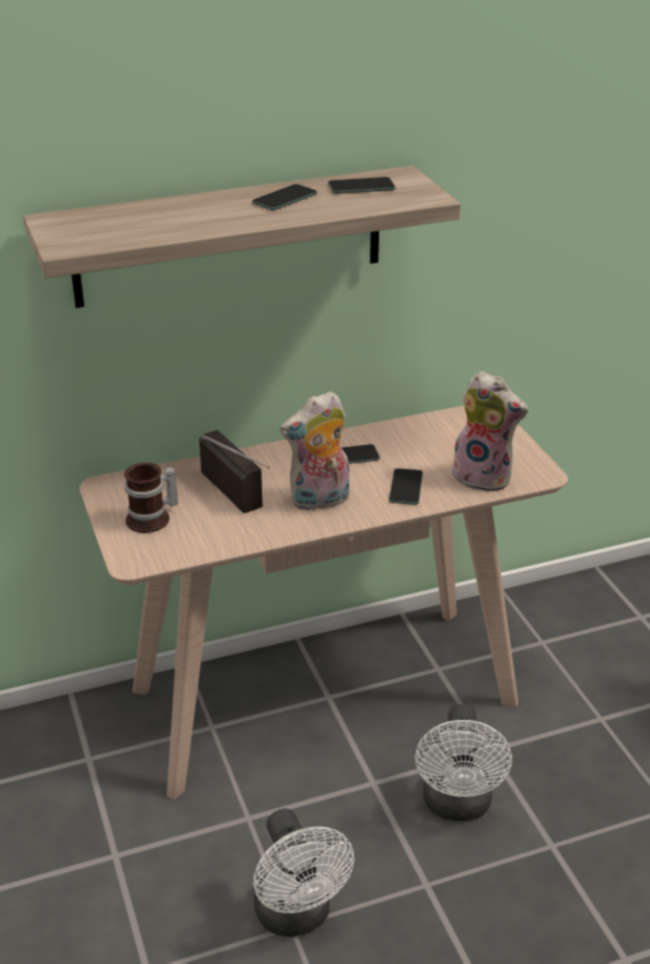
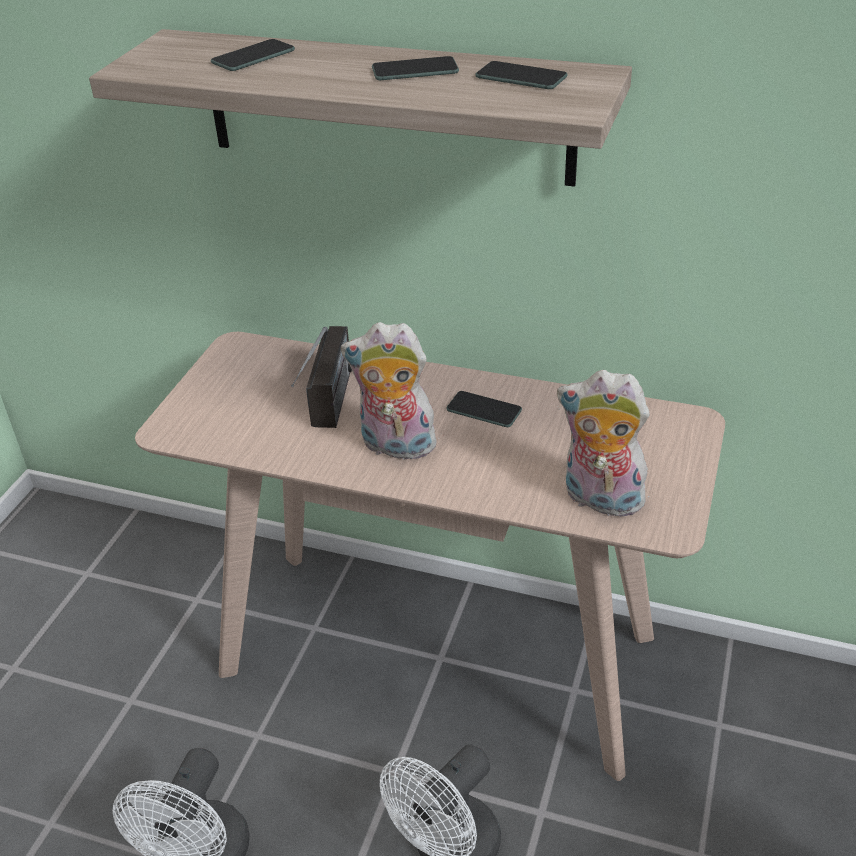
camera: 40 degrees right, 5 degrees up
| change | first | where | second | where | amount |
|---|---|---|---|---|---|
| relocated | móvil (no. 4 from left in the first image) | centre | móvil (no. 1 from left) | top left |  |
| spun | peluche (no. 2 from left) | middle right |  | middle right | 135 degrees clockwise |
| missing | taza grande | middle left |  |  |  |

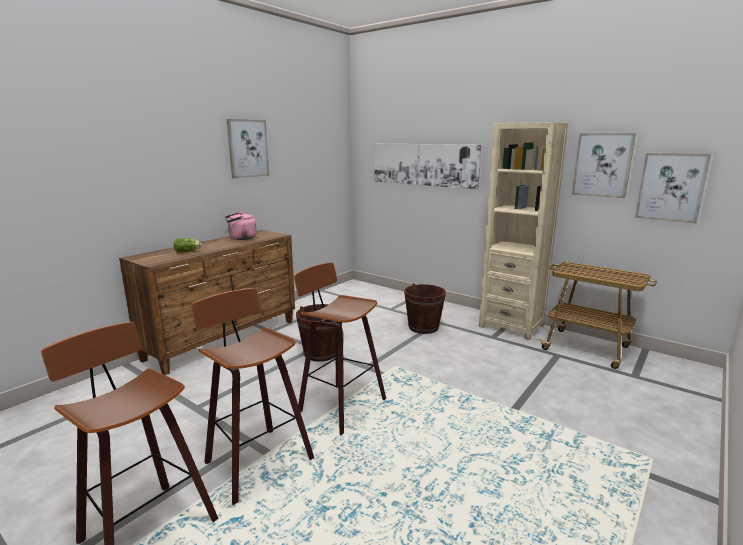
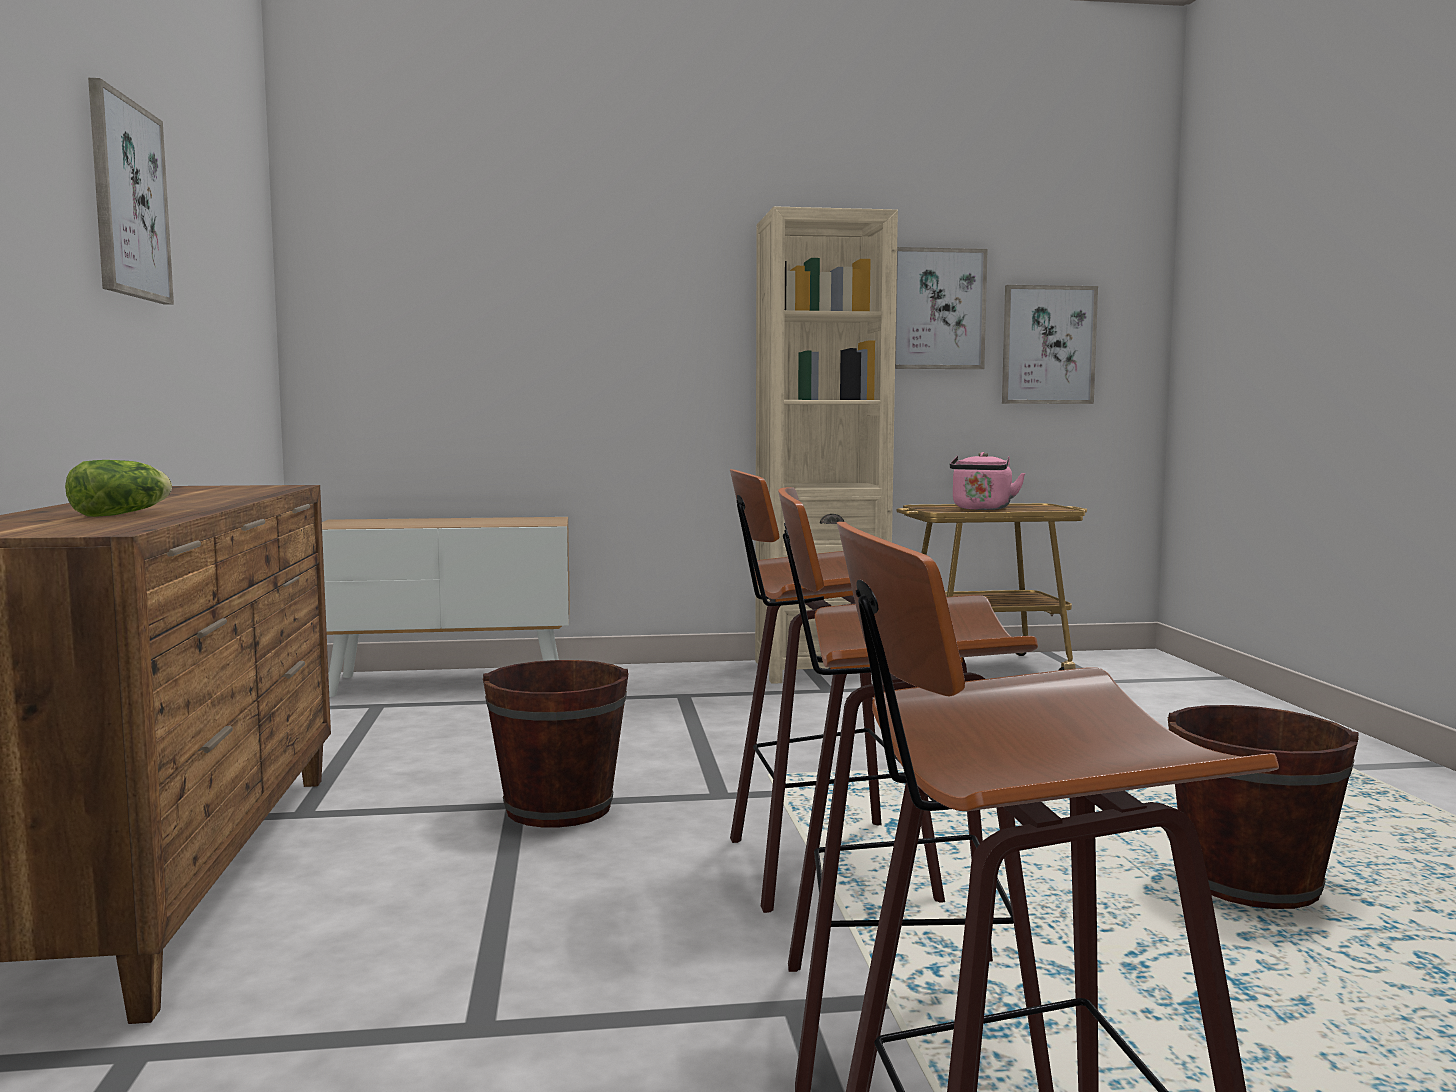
camera: 45 degrees left, 10 degrees down
| change | first | where | second | where | amount |
|---|---|---|---|---|---|
| appeared |  |  | armario | middle left |  |
| relocated | hervidor [rosa] | middle left |  | middle right |  |
| relocated | cubo [marrón] (no. 2 from left) | centre |  | bottom right |  |
| missing | cuadro (no. 2 from left) | top centre |  |  |  |

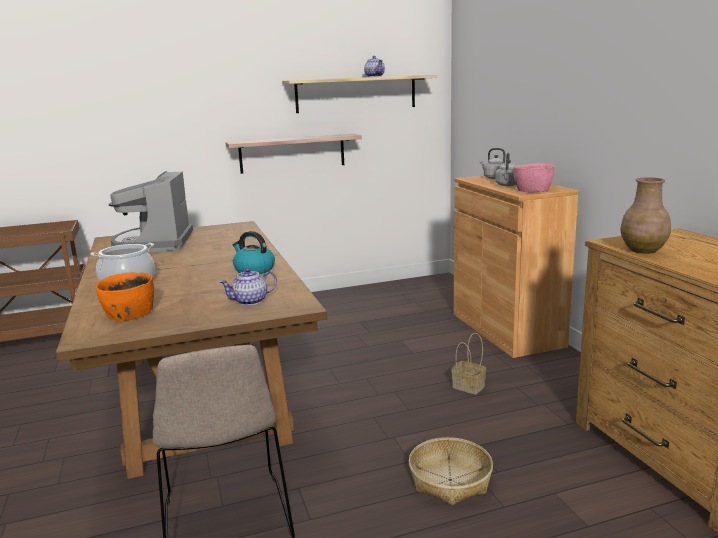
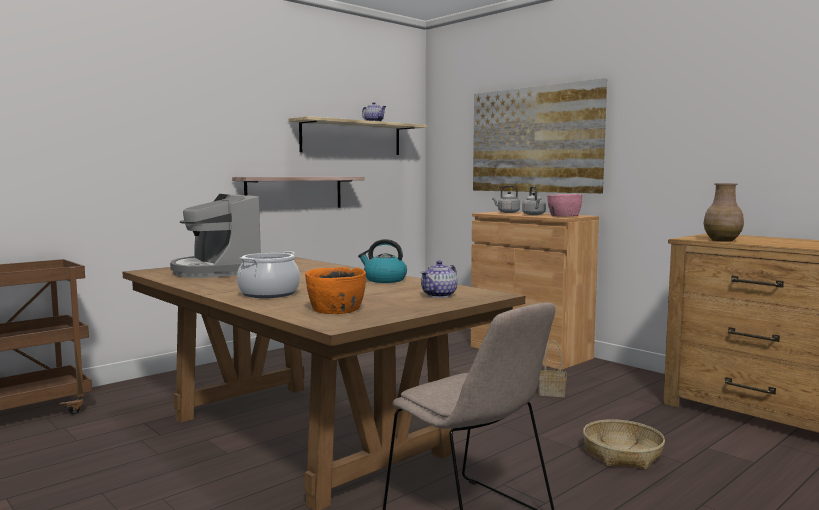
camera: 25 degrees left, 10 degrees down
| change | first | where | second | where | amount |
|---|---|---|---|---|---|
| appeared |  |  | cuadro | top centre |  |

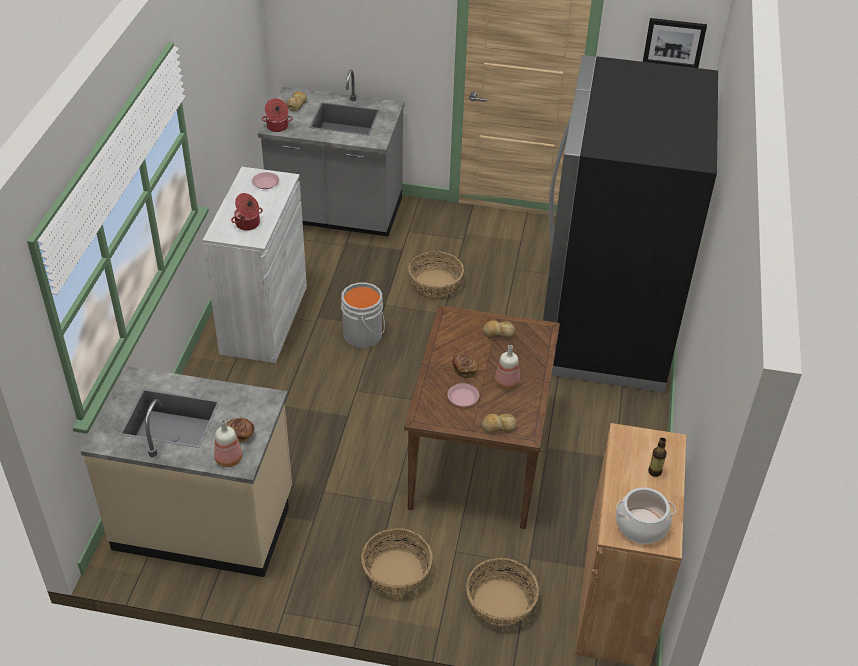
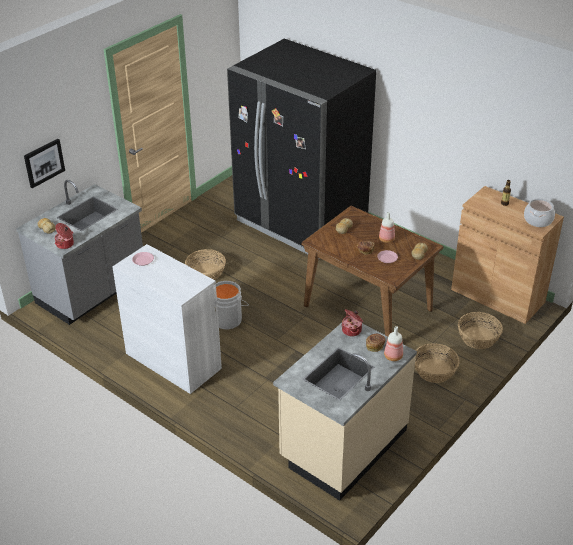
camera: 60 degrees left, 5 degrees down
| change | first | where | second | where | amount |
|---|---|---|---|---|---|
| relocated | cuadro | top right |  | top left |  |
| relocated | olla (no. 1 from left in the first image) | top left | olla (no. 2 from left) | centre |  |

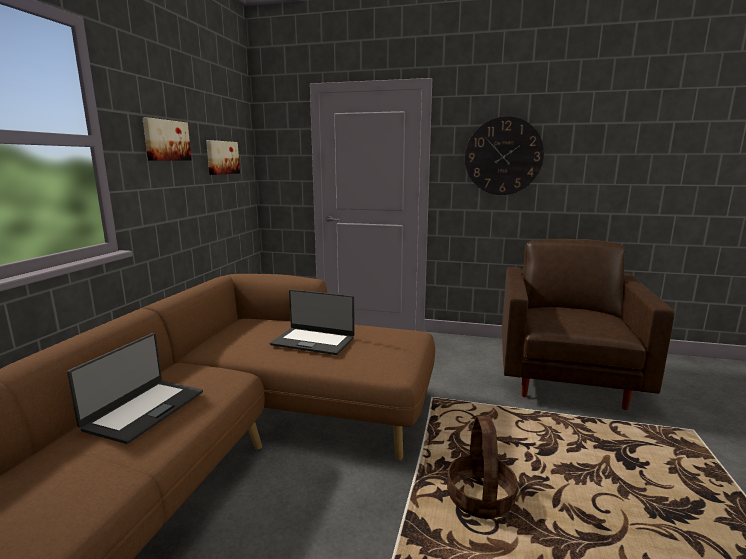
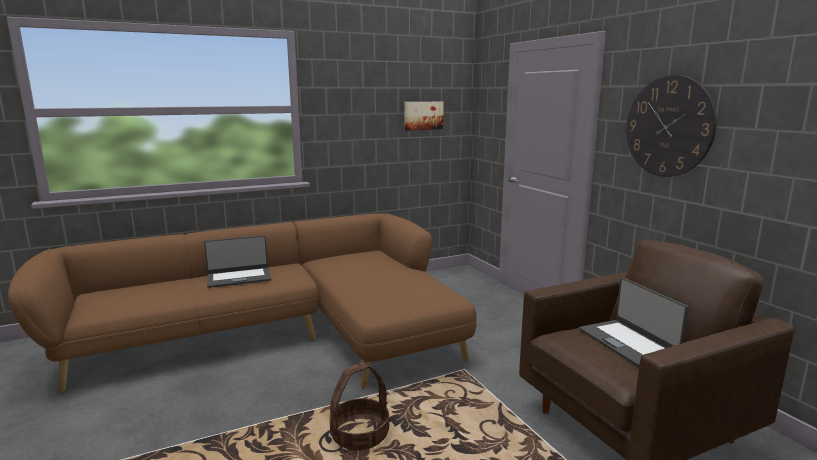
camera: 50 degrees right, 0 degrees up
| change | first | where | second | where | amount |
|---|---|---|---|---|---|
| relocated | portátil (no. 2 from left) | centre |  | bottom right |  |
| missing | cuadro (no. 1 from left) | top left |  |  |  |

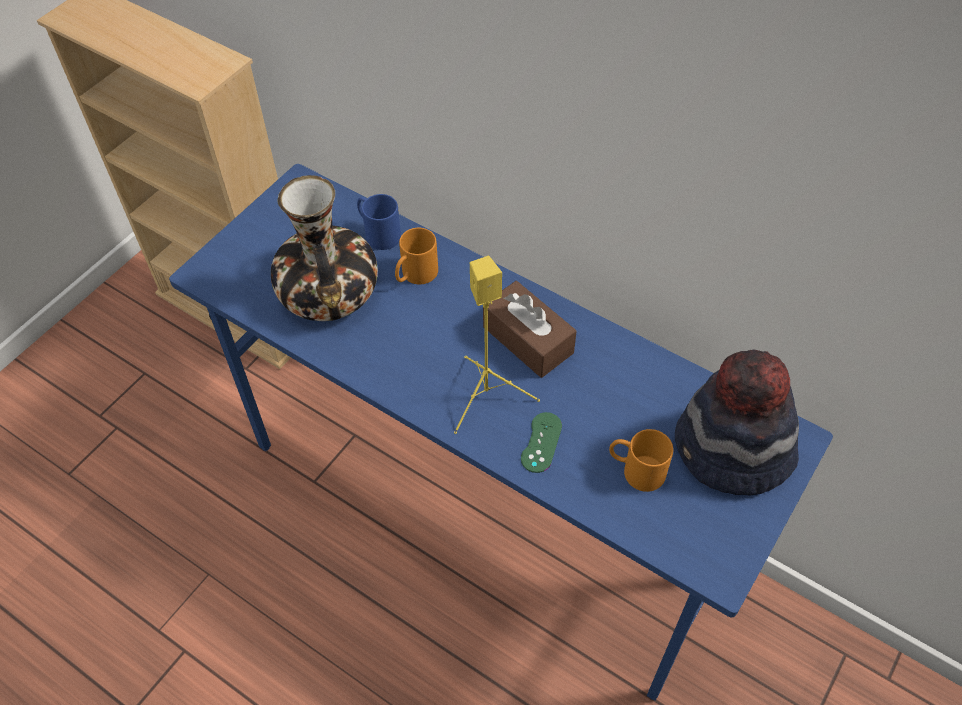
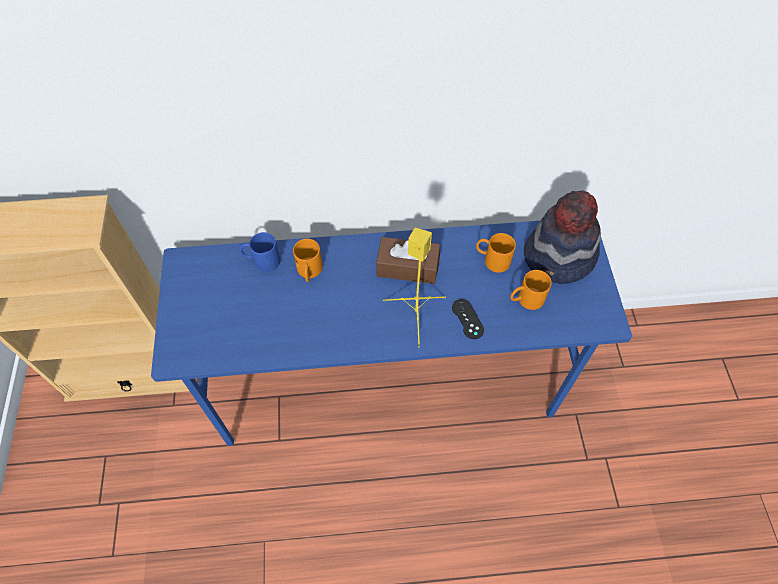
camera: 40 degrees left, 5 degrees up
| change | first | where | second | where | amount |
|---|---|---|---|---|---|
| colour | mando de consola [verde] | centre | mando de consola [negro] | centre |  |
| appeared |  |  | taza grande [naranja] (no. 2 from left) | centre |  |
| missing | florero | centre |  |  |  |

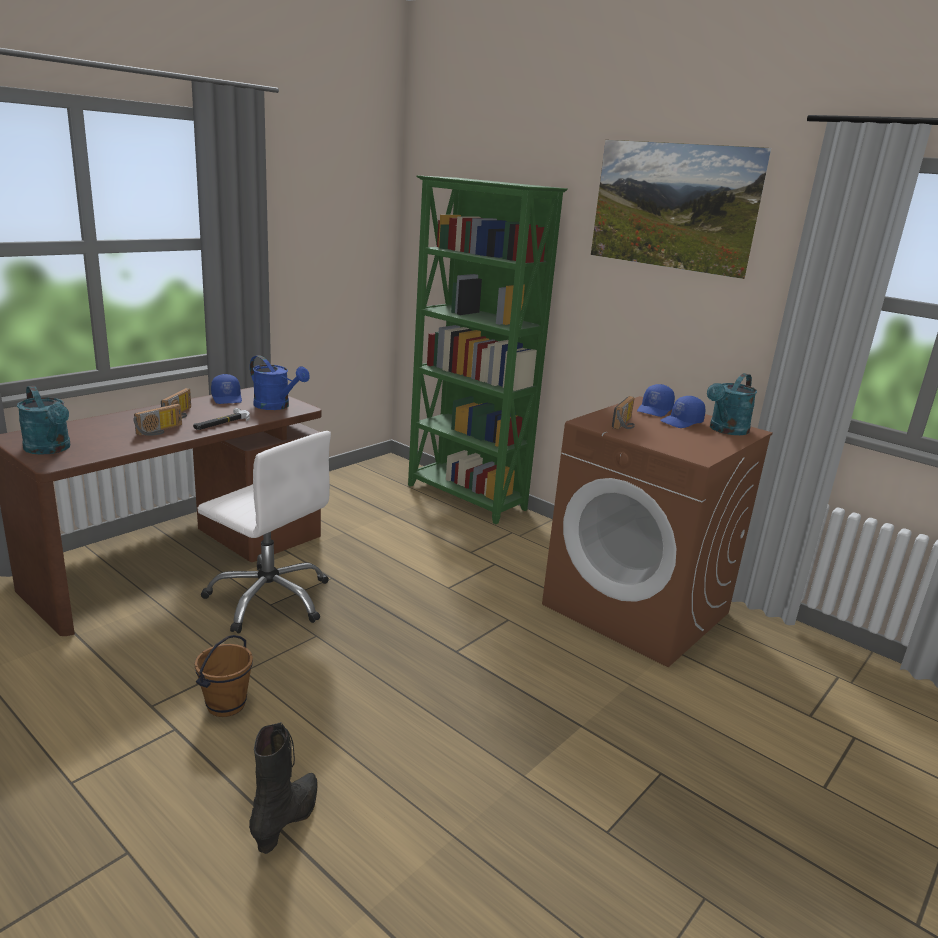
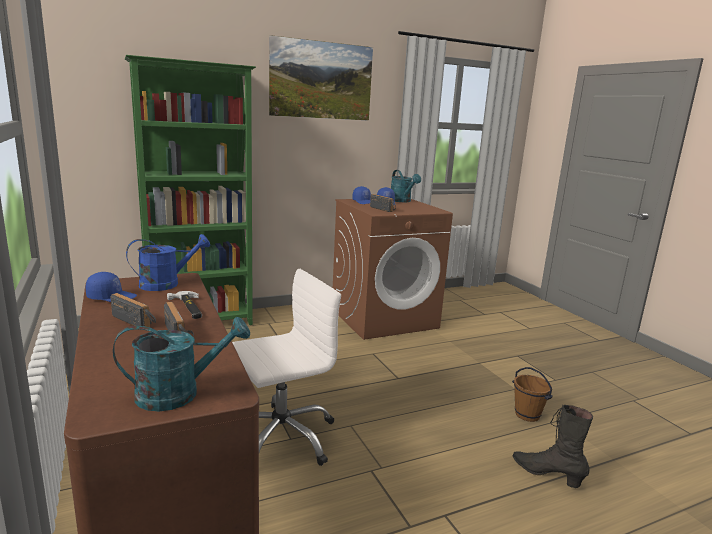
camera: 65 degrees left, 5 degrees down
| change | first | where | second | where | amount |
|---|---|---|---|---|---|
| relocated | cubo [marrón] | bottom left |  | bottom right |  |

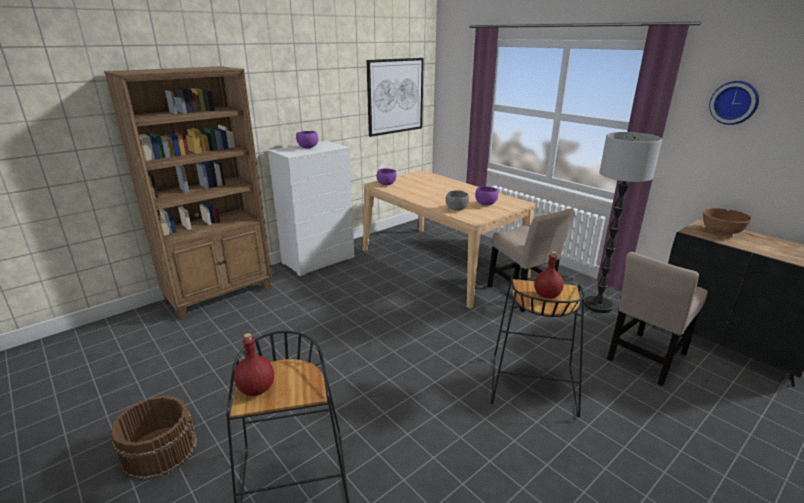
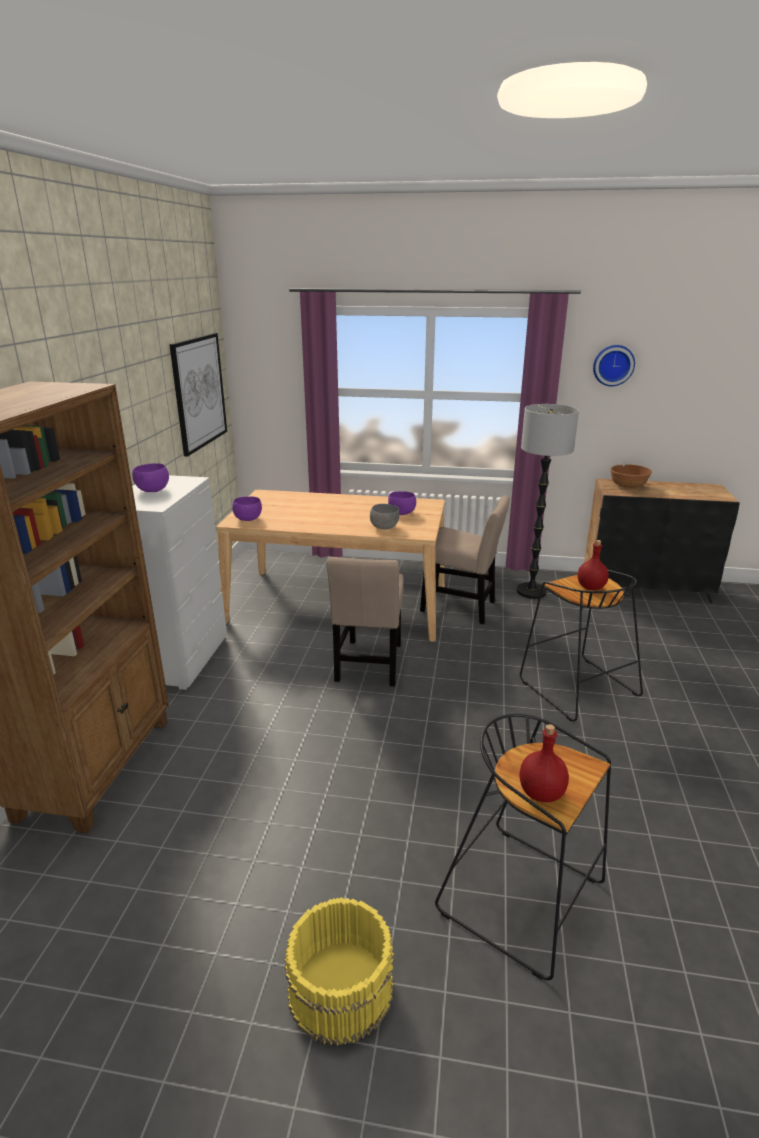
camera: 40 degrees left, 0 degrees up
| change | first | where | second | where | amount |
|---|---|---|---|---|---|
| colour | cubo [marrón] | bottom left | cubo [amarillo] | bottom centre |  |
| relocated | silla [beis] (no. 2 from left in the first image) | middle right | silla [beis] (no. 1 from left) | centre |  |

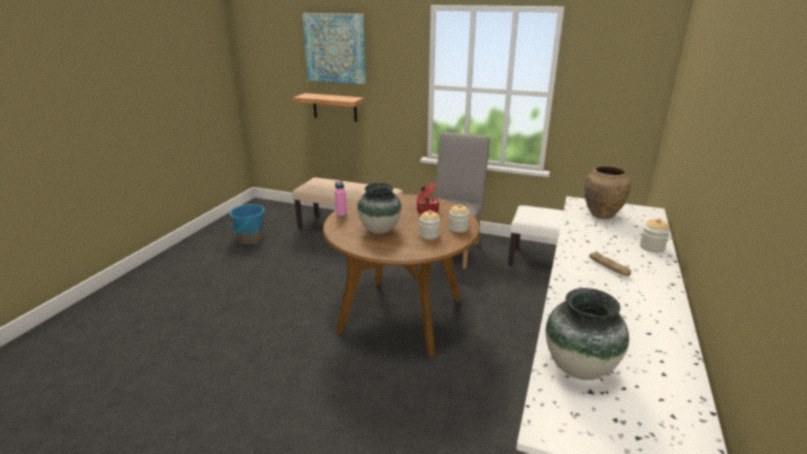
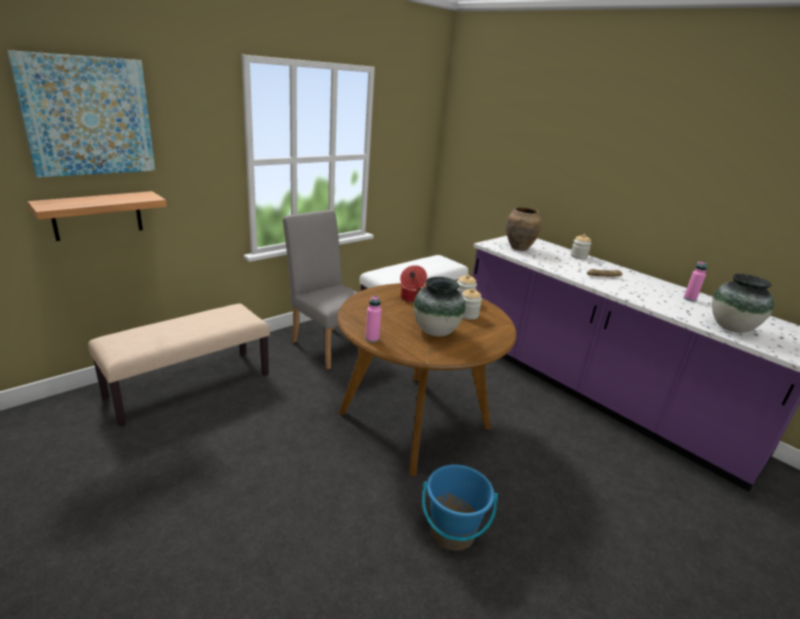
camera: 65 degrees left, 0 degrees up
| change | first | where | second | where | amount |
|---|---|---|---|---|---|
| relocated | cubo [azul] | middle left |  | bottom centre |  |
| appeared |  |  | botella [rosa] (no. 2 from left) | middle right |  |

